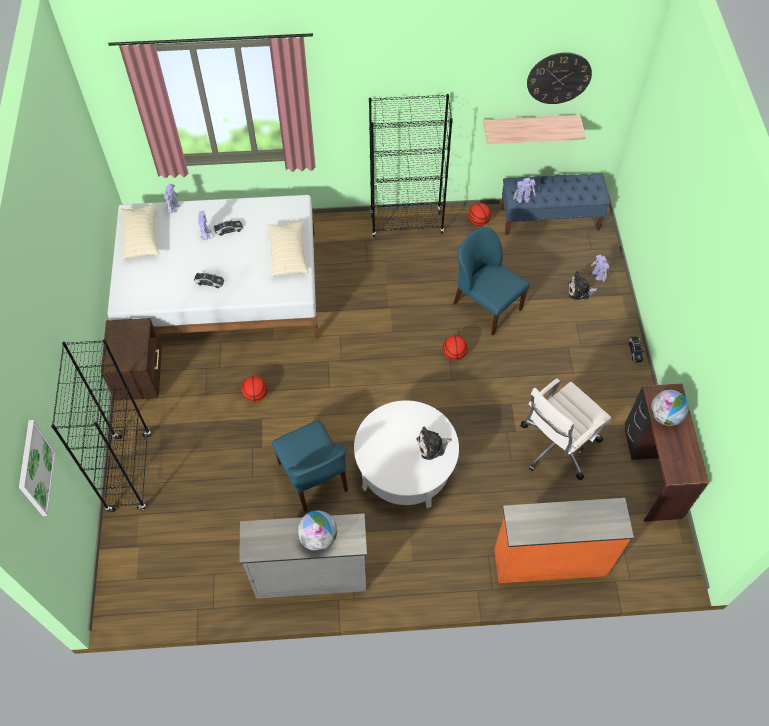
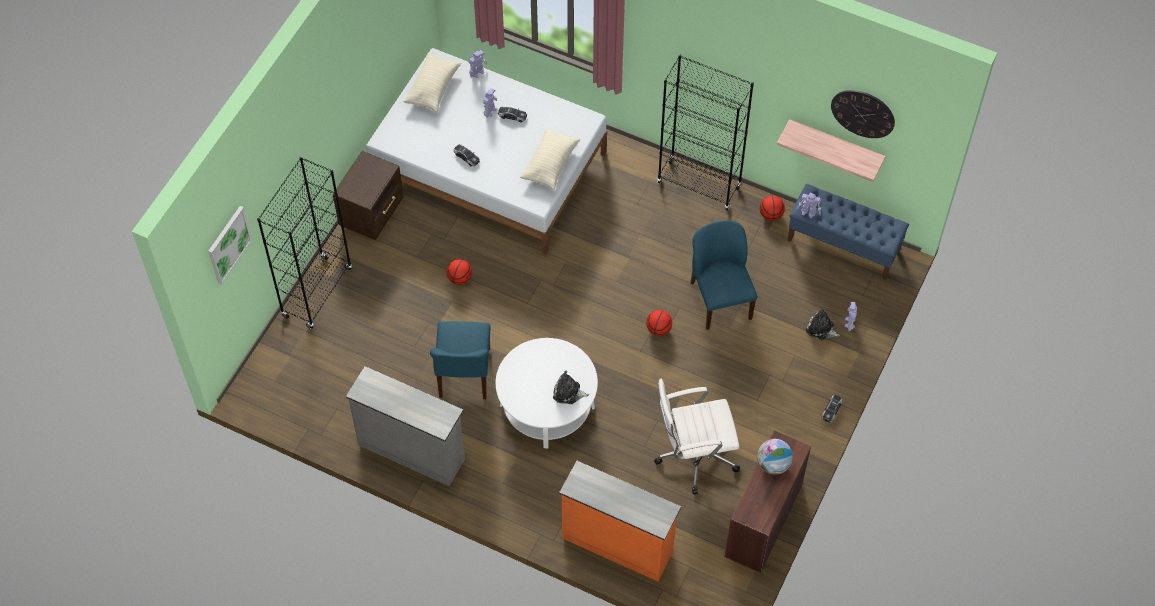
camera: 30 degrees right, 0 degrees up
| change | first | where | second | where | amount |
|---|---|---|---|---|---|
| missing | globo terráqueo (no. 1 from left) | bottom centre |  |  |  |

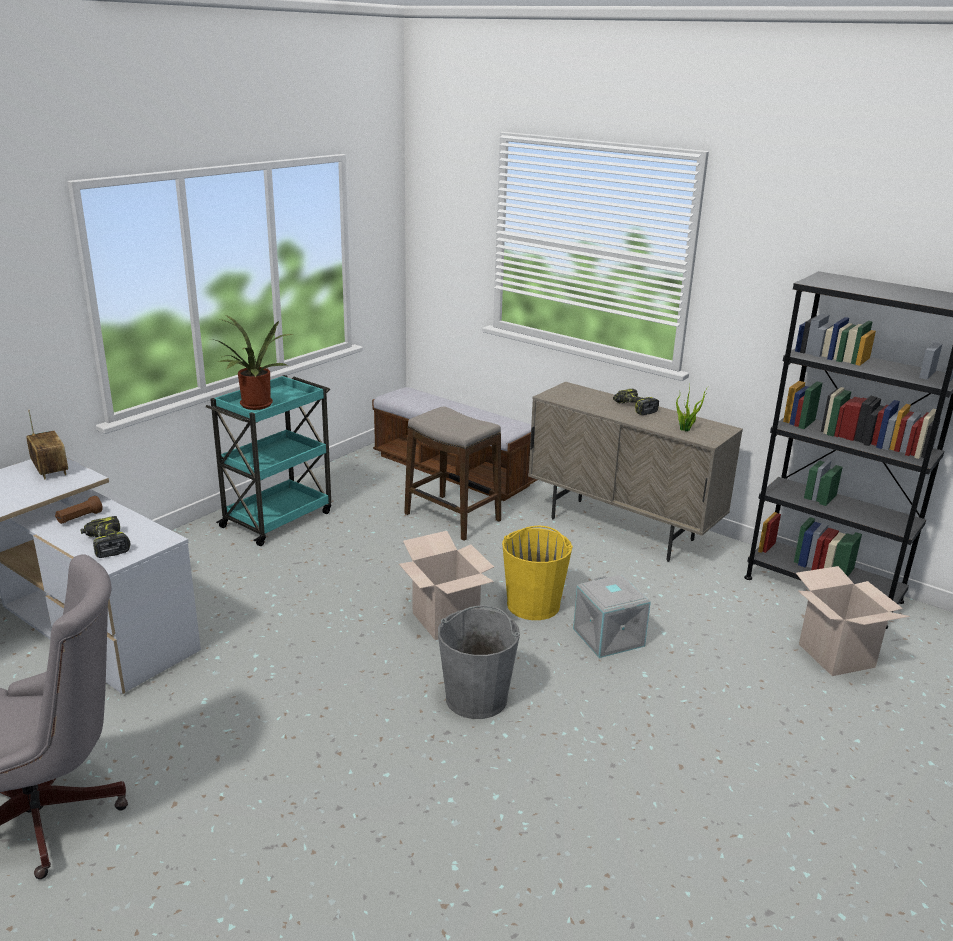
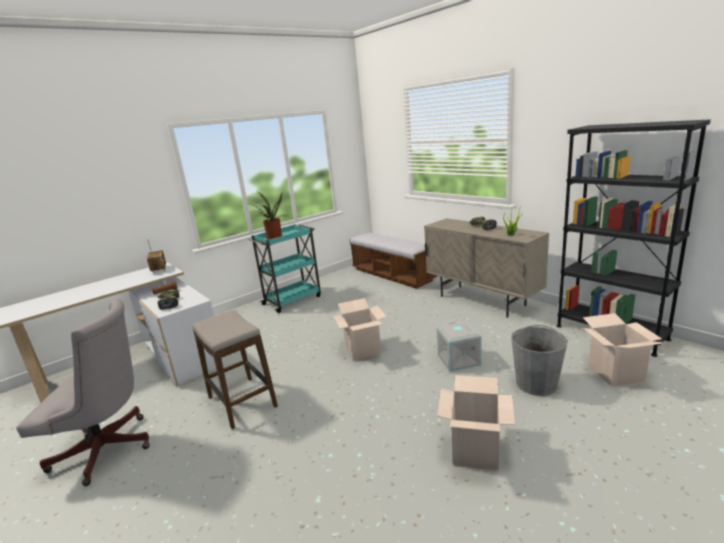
camera: 15 degrees right, 5 degrees down
| change | first | where | second | where | amount |
|---|---|---|---|---|---|
| relocated | taburete | centre |  | bottom left |  |
| appeared |  |  | caja de cartón (no. 2 from left) | bottom centre |  |
| relocated | cubo [gris] | bottom centre |  | middle right |  |
| missing | cubo [amarillo] | centre |  |  |  |

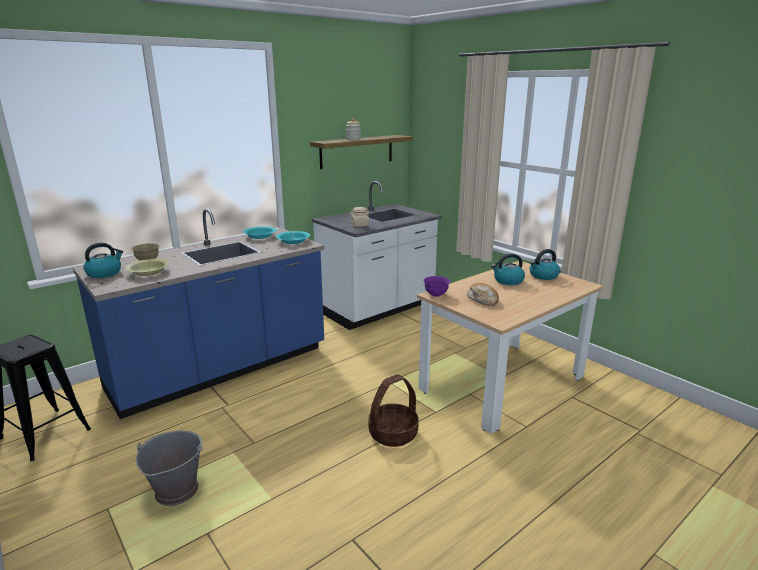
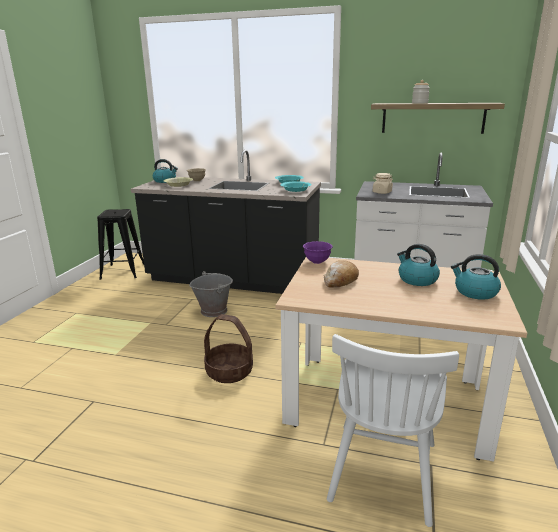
camera: 55 degrees right, 0 degrees up
| change | first | where | second | where | amount |
|---|---|---|---|---|---|
| colour | mueble bajo de cocina [azul] | middle left | mueble bajo de cocina [negro] | centre |  |
| relocated | cubo [gris] | bottom left |  | centre |  |
| appeared |  |  | silla [blanco] | bottom right |  |

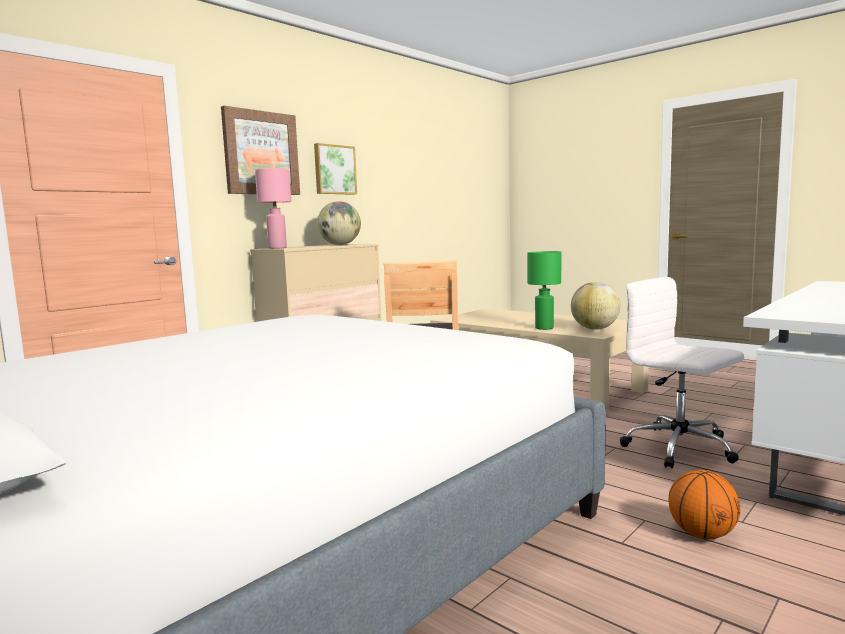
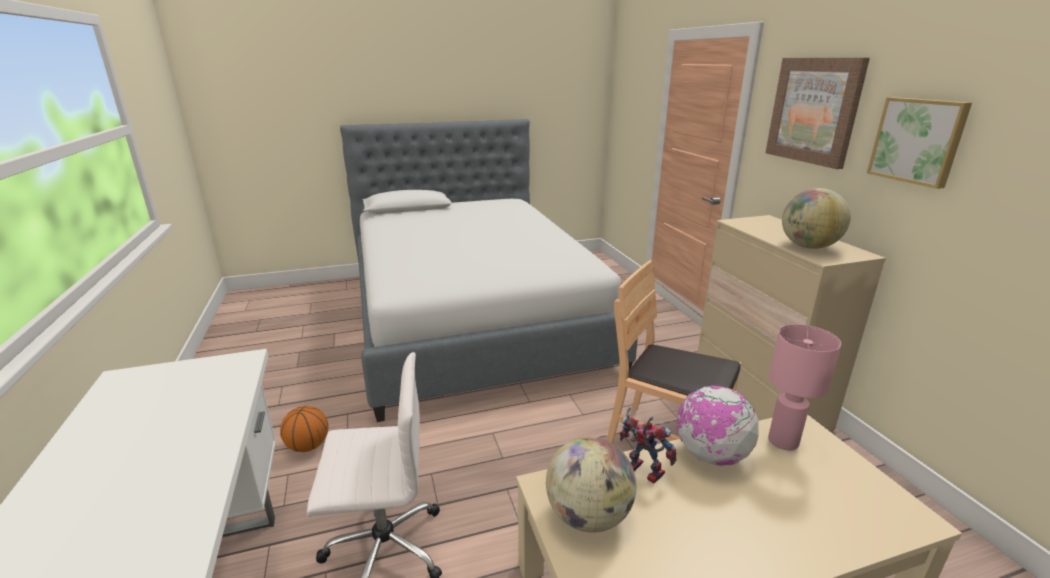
camera: 120 degrees right, 15 degrees up
| change | first | where | second | where | amount |
|---|---|---|---|---|---|
| exchanged | lámpara de mesa [verde] | centre | robot de juguete | bottom centre |  |
| appeared |  |  | globo terráqueo (no. 2 from left) | bottom right |  |
| relocated | lámpara de mesa [rosa] | top left |  | bottom right |  |

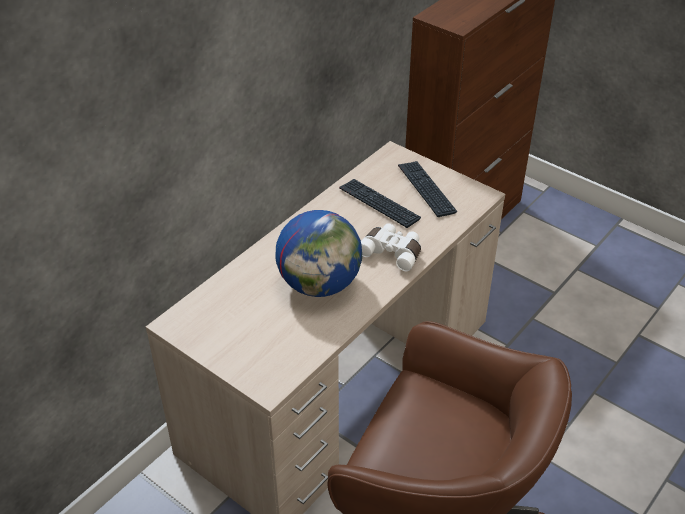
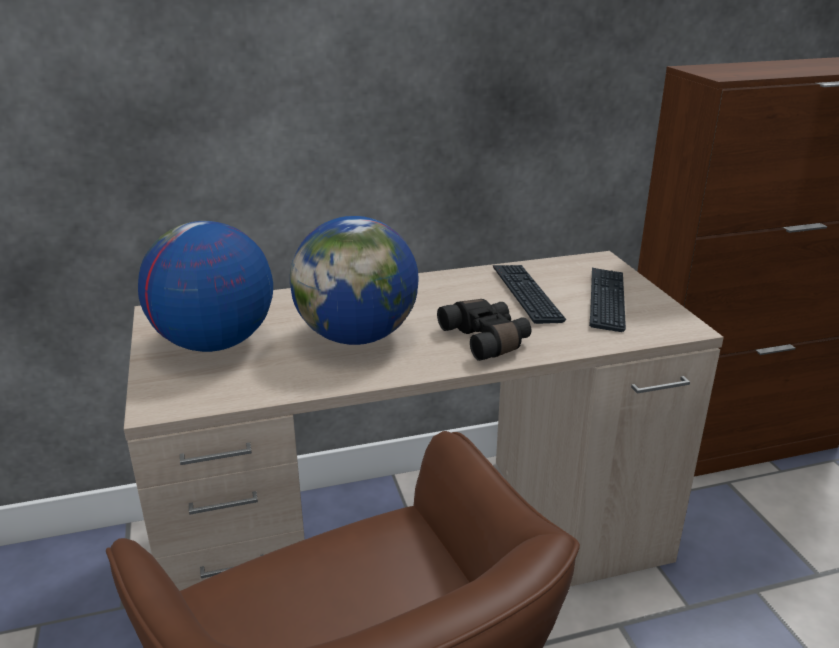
camera: 35 degrees right, 15 degrees down
| change | first | where | second | where | amount |
|---|---|---|---|---|---|
| appeared |  |  | globo terráqueo (no. 1 from left) | middle left |  |
| colour | prismáticos [blanco] | centre | prismáticos [negro] | centre |  |

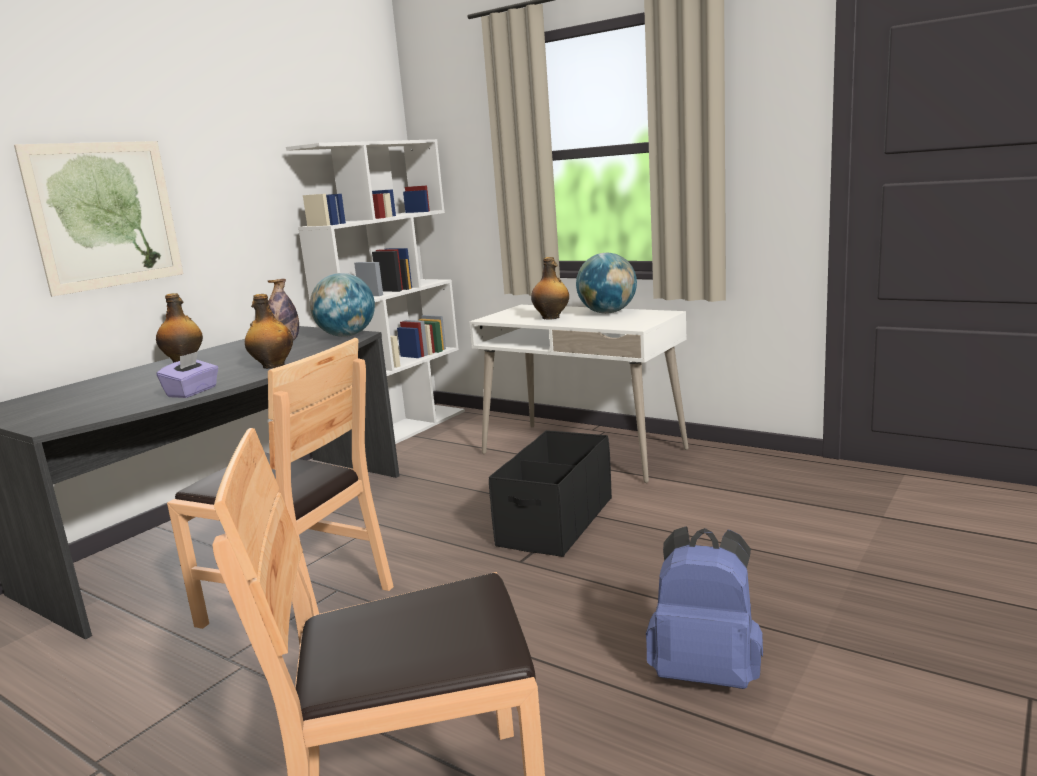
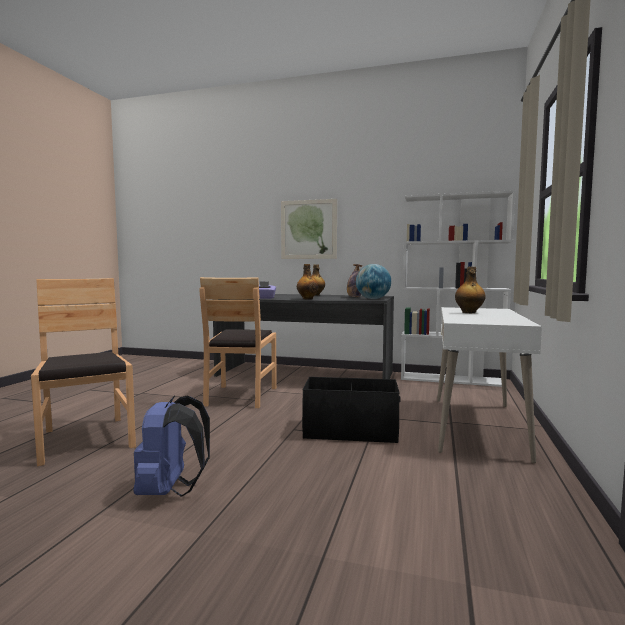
camera: 70 degrees right, 10 degrees down
| change | first | where | second | where | amount |
|---|---|---|---|---|---|
| missing | globo terráqueo (no. 2 from left) | centre |  |  |  |

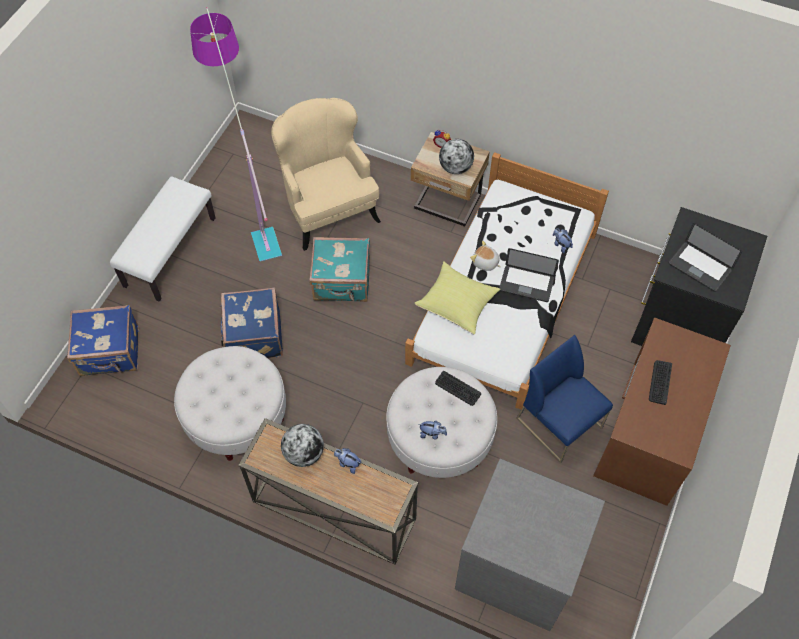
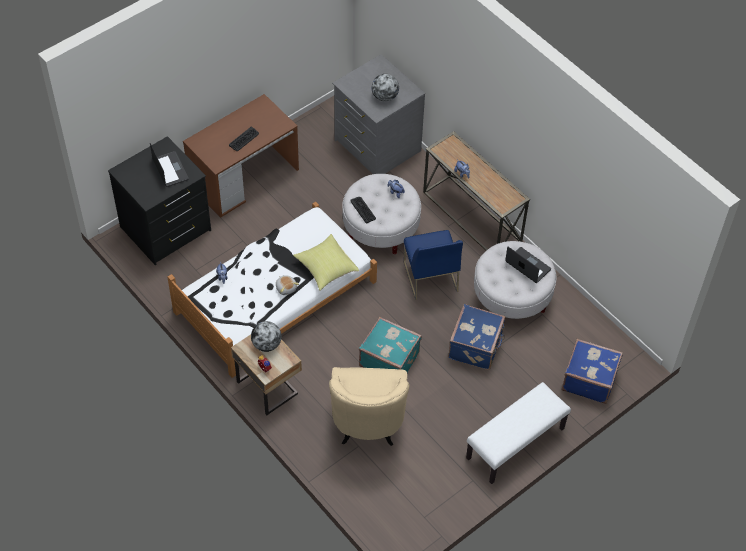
camera: 155 degrees left, 5 degrees down
| change | first | where | second | where | amount |
|---|---|---|---|---|---|
| relocated | globo terráqueo (no. 1 from left in the first image) | bottom centre | globo terráqueo (no. 2 from left) | top centre |  |
| relocated | silla [azul] | middle right |  | centre |  |
| relocated | portátil (no. 1 from left in the first image) | centre | portátil (no. 2 from left) | middle right |  |
| missing | lámpara de pie | top left |  |  |  |

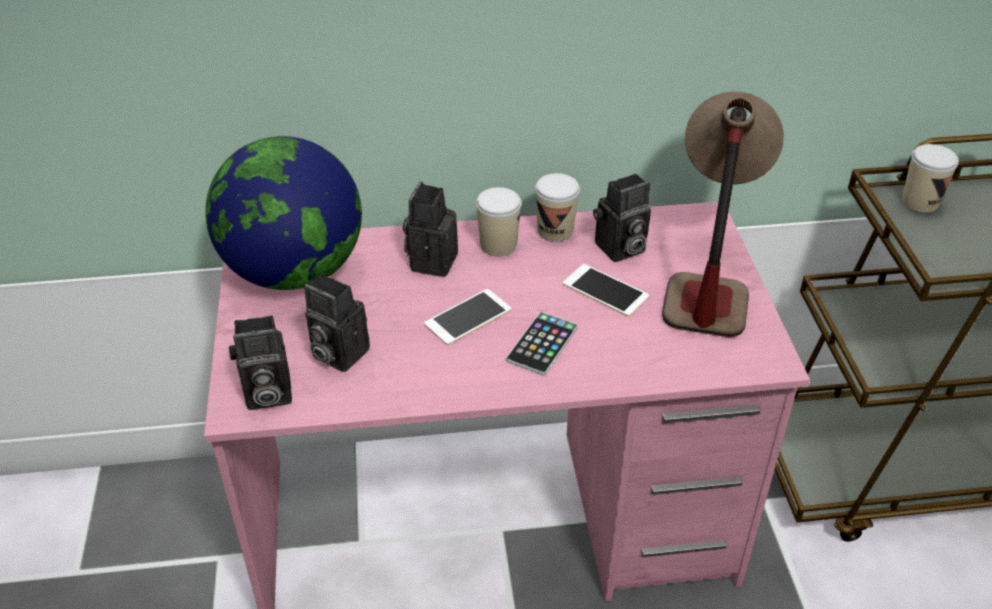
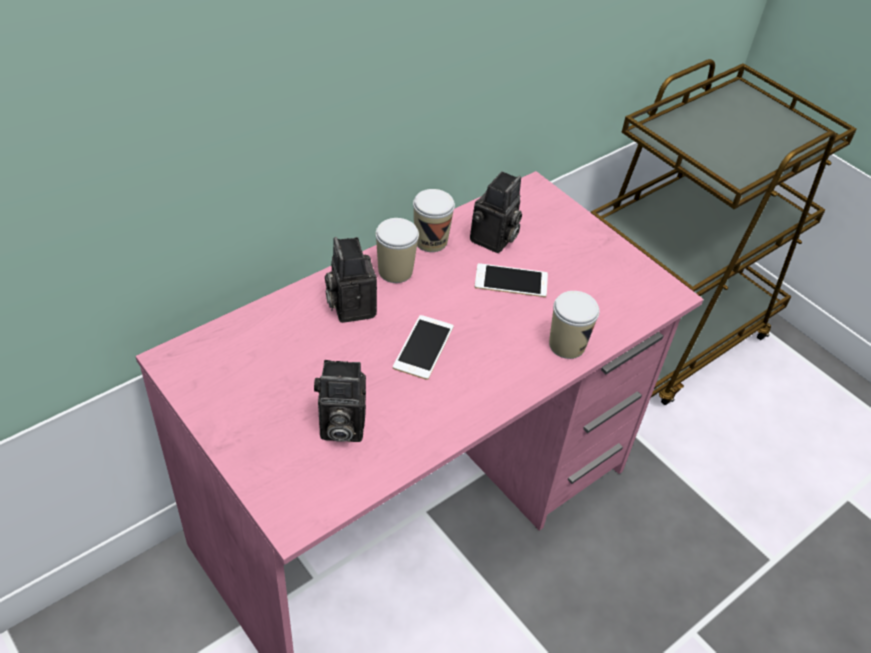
camera: 35 degrees left, 5 degrees up
| change | first | where | second | where | amount |
|---|---|---|---|---|---|
| relocated | taza (no. 3 from left) | top right |  | centre |  |
| missing | globo terráqueo | middle left |  |  |  |
| missing | cámara (no. 1 from left) | middle left |  |  |  |
| missing | móvil (no. 2 from left) | centre |  |  |  |
| missing | lámpara de mesa | middle right |  |  |  |

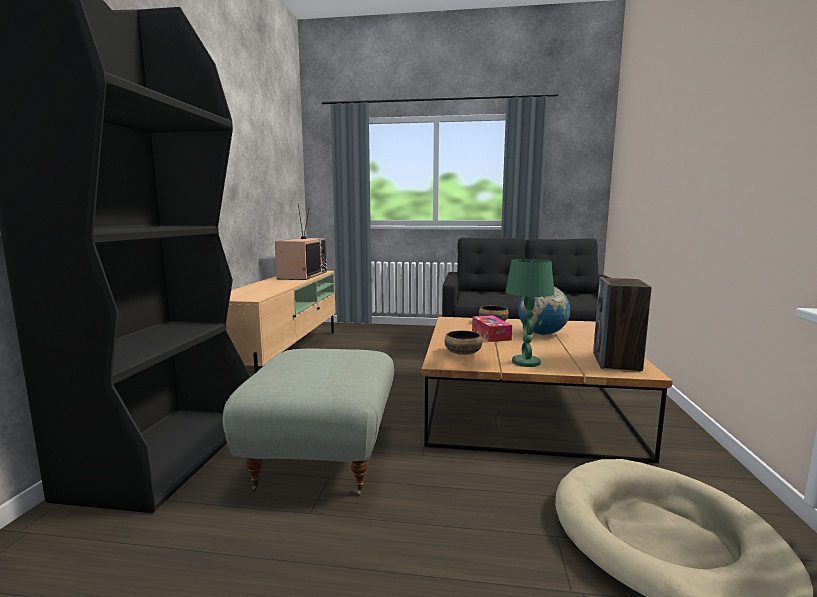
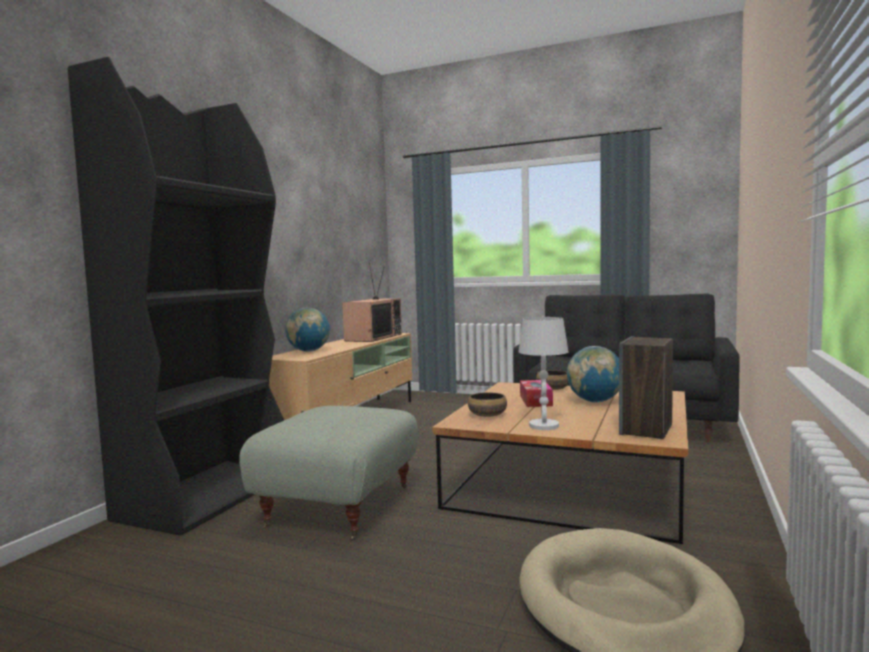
camera: 15 degrees right, 5 degrees down
| change | first | where | second | where | amount |
|---|---|---|---|---|---|
| appeared |  |  | globo terráqueo (no. 1 from left) | centre |  |
| colour | lámpara de mesa [verde] | centre | lámpara de mesa [blanco] | centre |  |

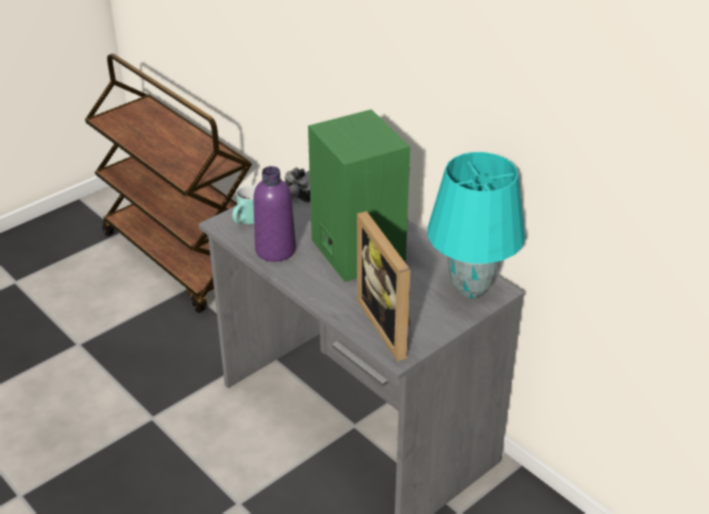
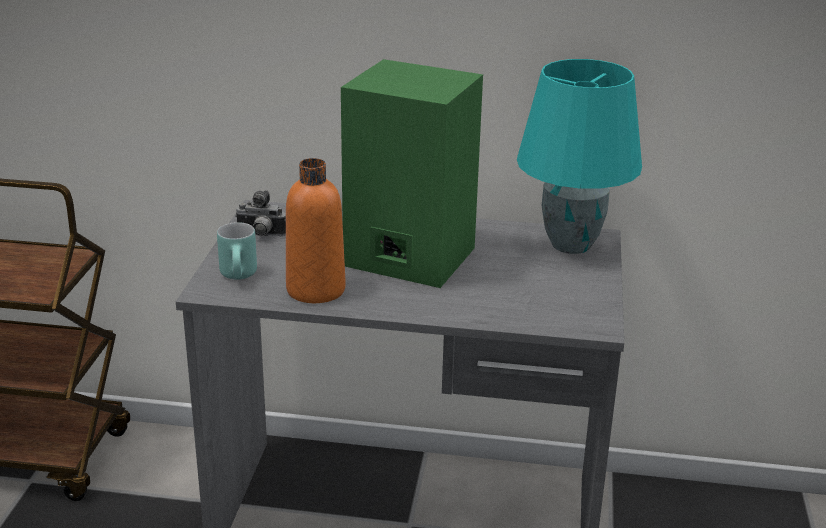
camera: 40 degrees left, 10 degrees down
| change | first | where | second | where | amount |
|---|---|---|---|---|---|
| colour | botella [morado] | centre | botella [naranja] | centre |  |
| missing | portarretratos | centre |  |  |  |

